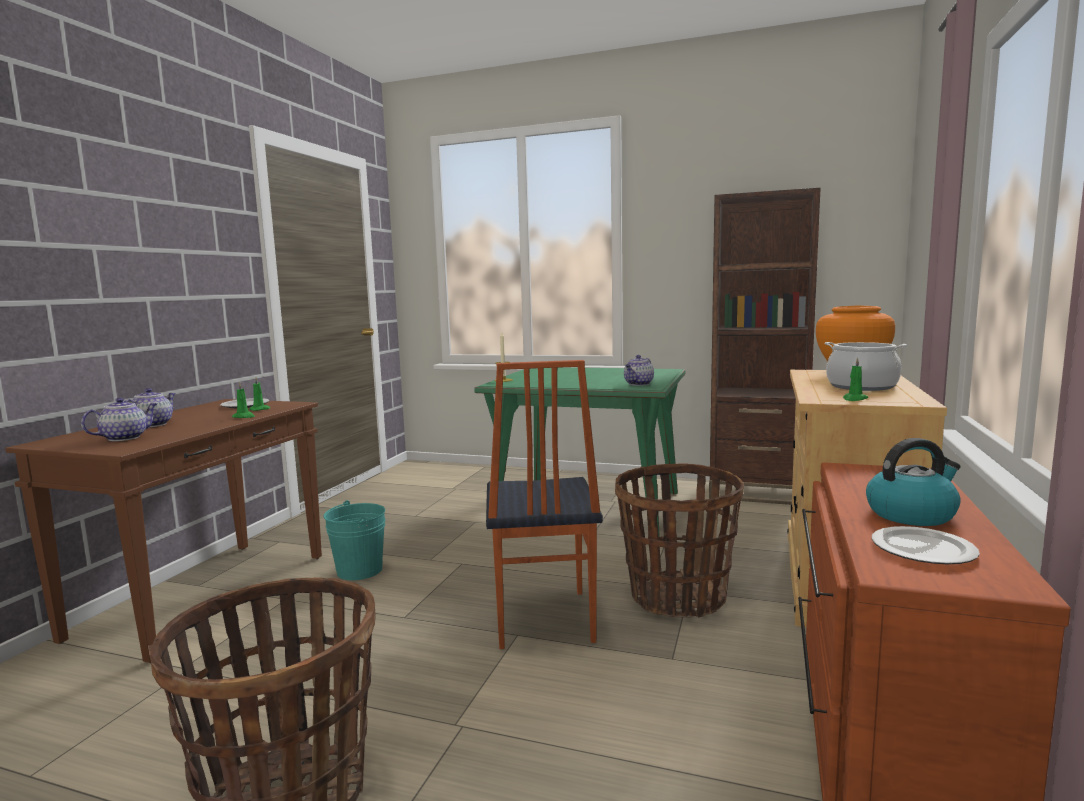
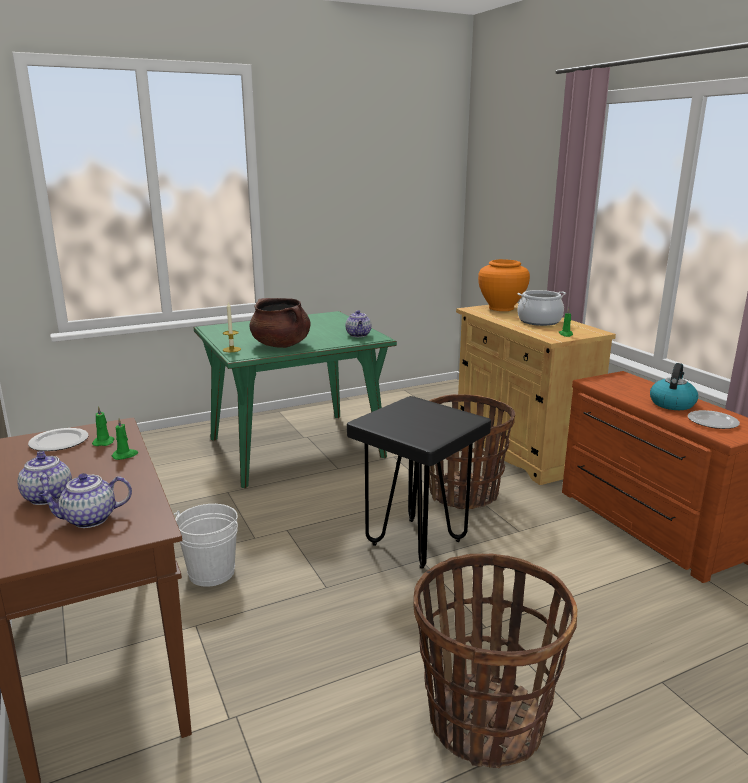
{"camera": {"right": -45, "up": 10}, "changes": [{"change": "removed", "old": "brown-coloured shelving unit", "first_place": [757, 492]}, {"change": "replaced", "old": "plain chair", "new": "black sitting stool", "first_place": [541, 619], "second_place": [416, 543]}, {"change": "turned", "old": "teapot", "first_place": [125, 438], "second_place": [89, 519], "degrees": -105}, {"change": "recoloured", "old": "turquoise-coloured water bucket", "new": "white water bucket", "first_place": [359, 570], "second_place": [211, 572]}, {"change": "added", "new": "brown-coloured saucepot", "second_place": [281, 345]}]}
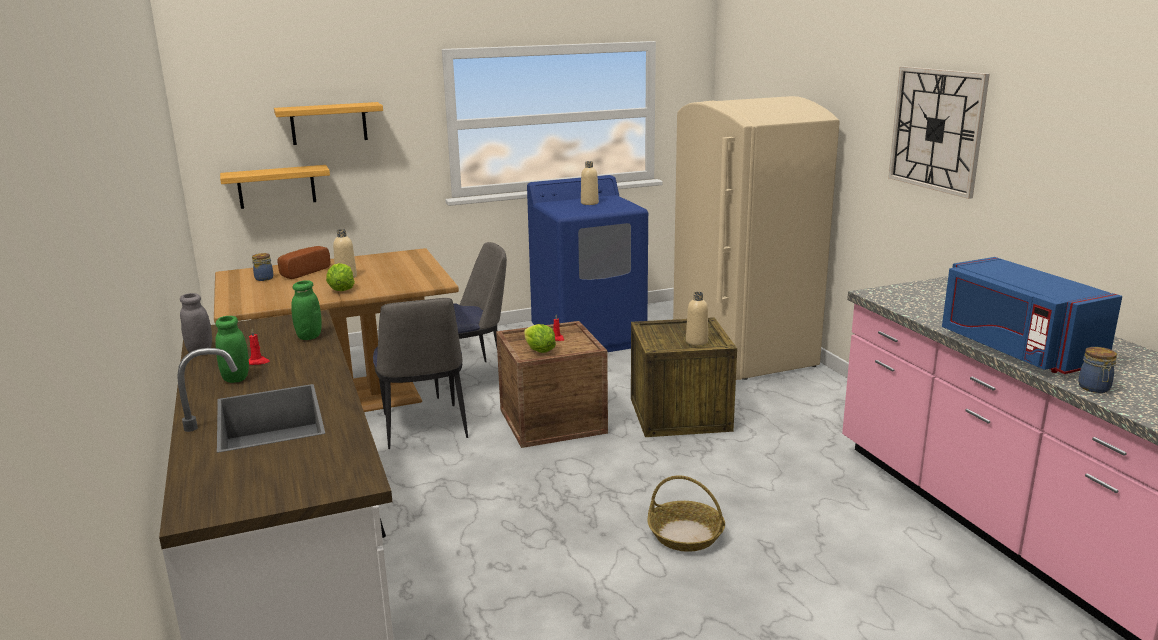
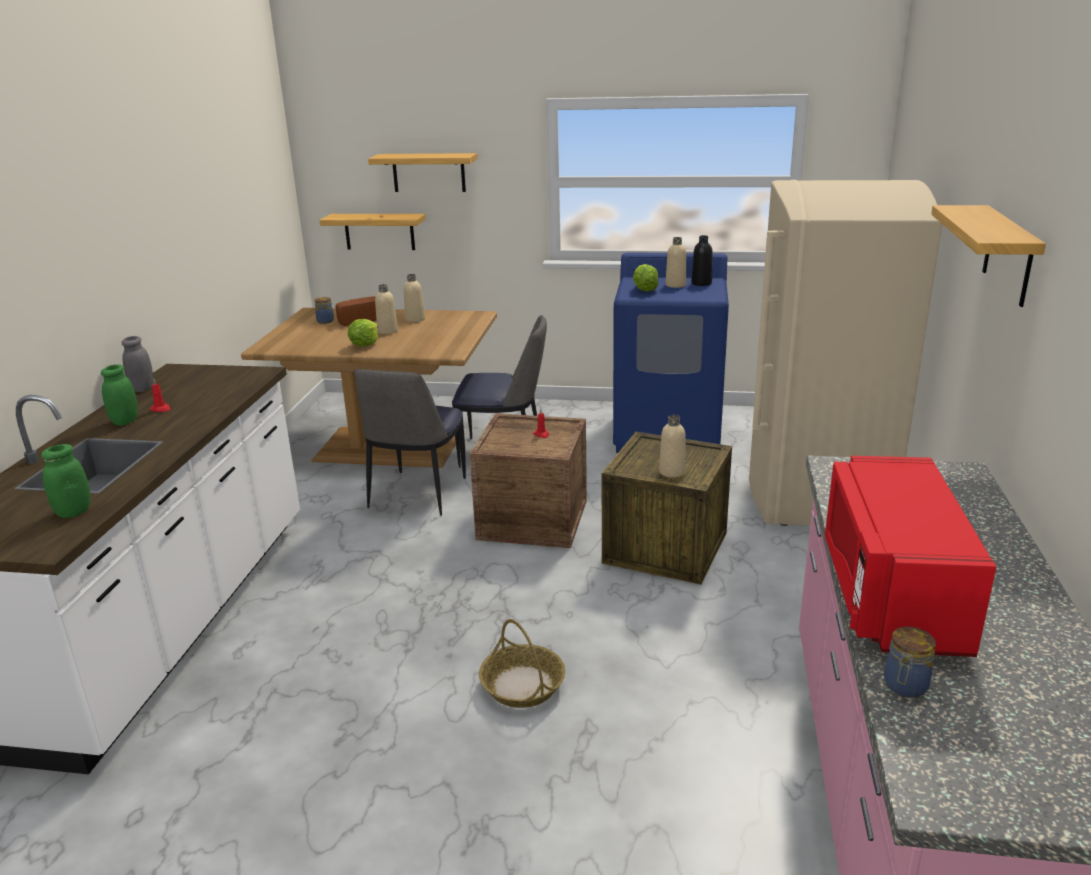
{"camera": {"right": 30, "up": 5}, "changes": [{"change": "replaced", "old": "hanging clock", "new": "bracket shelf", "first_place": [937, 130], "second_place": [1008, 255]}, {"change": "recoloured", "old": "blue kitchen microwave", "new": "red-coloured kitchen microwave", "first_place": [1016, 349], "second_place": [891, 594]}, {"change": "moved", "old": "green-coloured jar", "first_place": [309, 336], "second_place": [73, 512]}, {"change": "moved", "old": "head of lettuce", "first_place": [539, 351], "second_place": [644, 290]}, {"change": "added", "new": "black drink bottle", "second_place": [701, 283]}, {"change": "added", "new": "beige drink bottle", "second_place": [415, 319]}]}
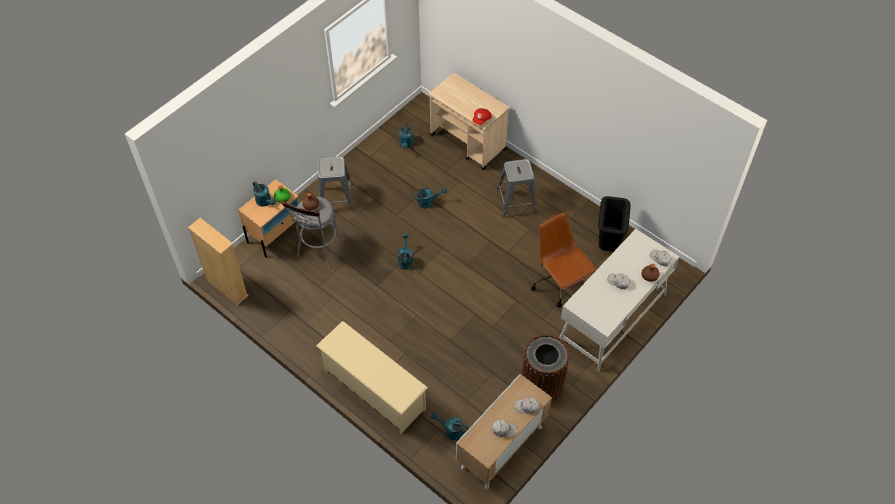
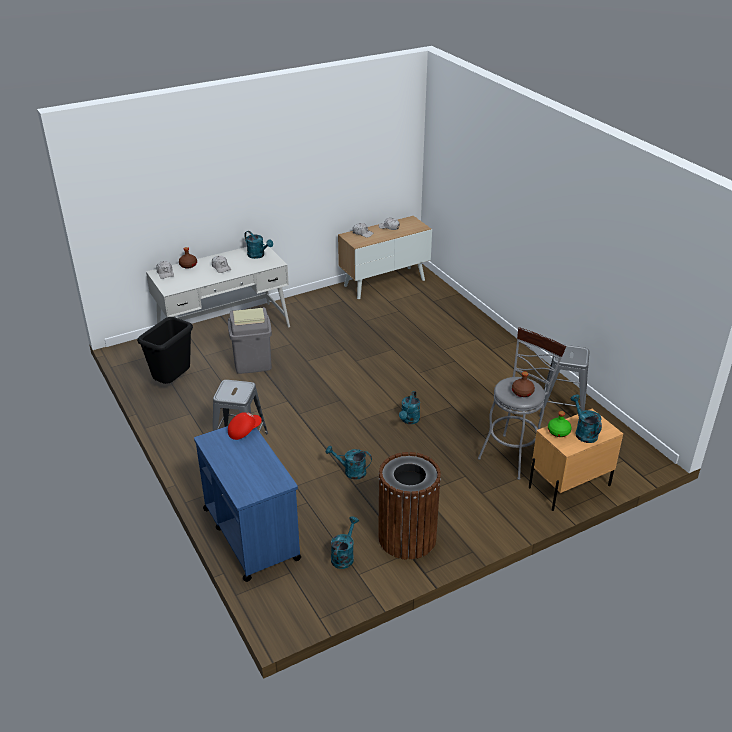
{"camera": {"right": -160, "up": -20}, "changes": [{"change": "recoloured", "old": "beige wheeled cart", "new": "blue wheeled cart", "first_place": [468, 142], "second_place": [250, 533]}, {"change": "moved", "old": "grey sitting stool", "first_place": [336, 199], "second_place": [562, 407]}, {"change": "replaced", "old": "brown-coloured desk chair", "new": "grey trash can", "first_place": [559, 284], "second_place": [252, 363]}, {"change": "removed", "old": "beige shelving unit", "first_place": [227, 287]}, {"change": "removed", "old": "beige shoe stand", "first_place": [374, 390]}, {"change": "moved", "old": "brown-coloured trash can", "first_place": [541, 385], "second_place": [407, 538]}, {"change": "moved", "old": "turquoise-coloured watering can", "first_place": [451, 431], "second_place": [258, 255]}]}
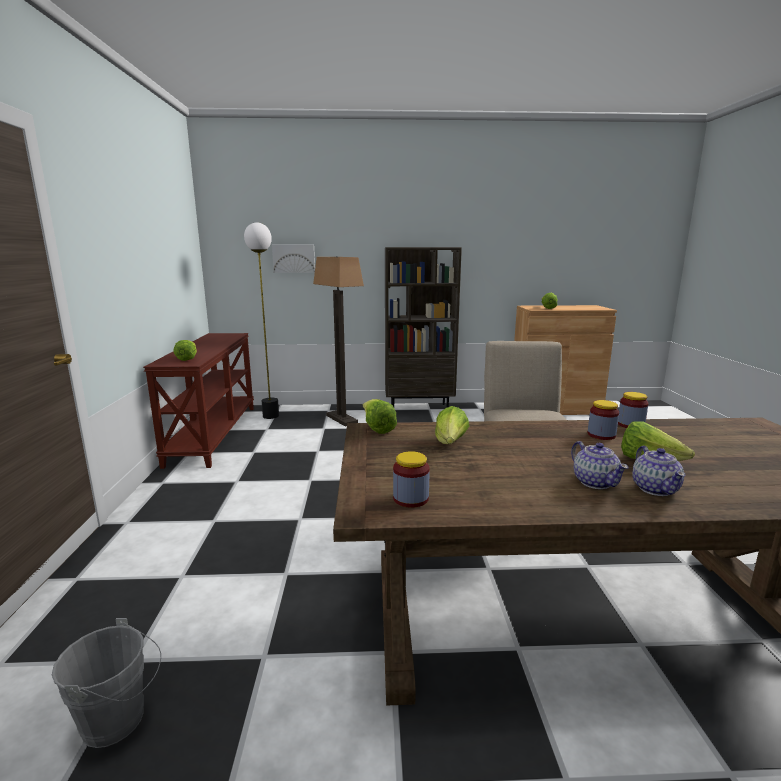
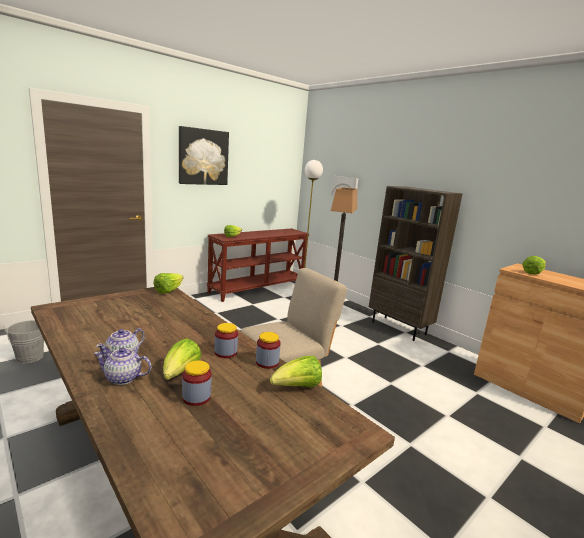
{"camera": {"right": 50, "up": 0}, "changes": [{"change": "moved", "old": "head of lettuce", "first_place": [450, 444], "second_place": [297, 387]}, {"change": "turned", "old": "teapot", "first_place": [655, 488], "second_place": [123, 378], "degrees": 45}, {"change": "moved", "old": "jar", "first_place": [410, 499], "second_place": [196, 397]}, {"change": "added", "new": "wall art", "second_place": [203, 157]}]}
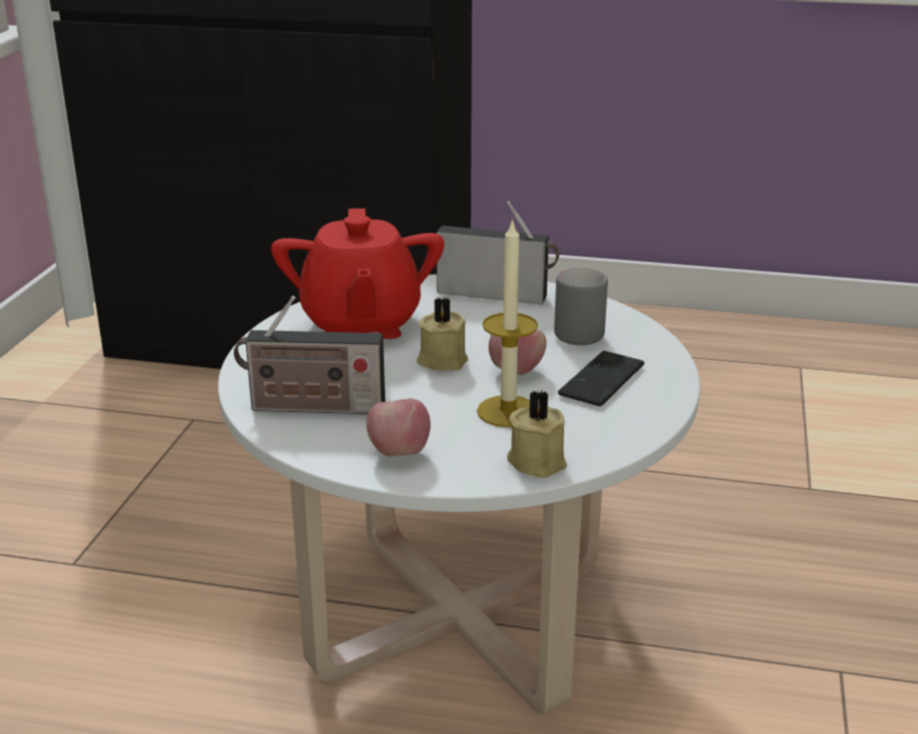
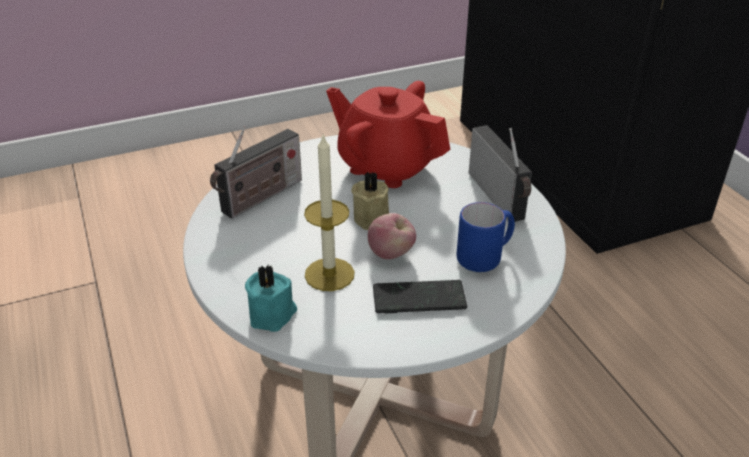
{"camera": {"right": 55, "up": 10}, "changes": [{"change": "turned", "old": "red-coloured teapot", "first_place": [361, 324], "second_place": [386, 166], "degrees": 75}, {"change": "recoloured", "old": "grey tea mug", "new": "blue tea mug", "first_place": [579, 332], "second_place": [485, 257]}, {"change": "turned", "old": "radio receiver", "first_place": [311, 408], "second_place": [259, 198], "degrees": -105}, {"change": "recoloured", "old": "beige candle", "new": "turquoise-coloured candle", "first_place": [537, 461], "second_place": [273, 315]}, {"change": "removed", "old": "apple", "first_place": [399, 452]}]}
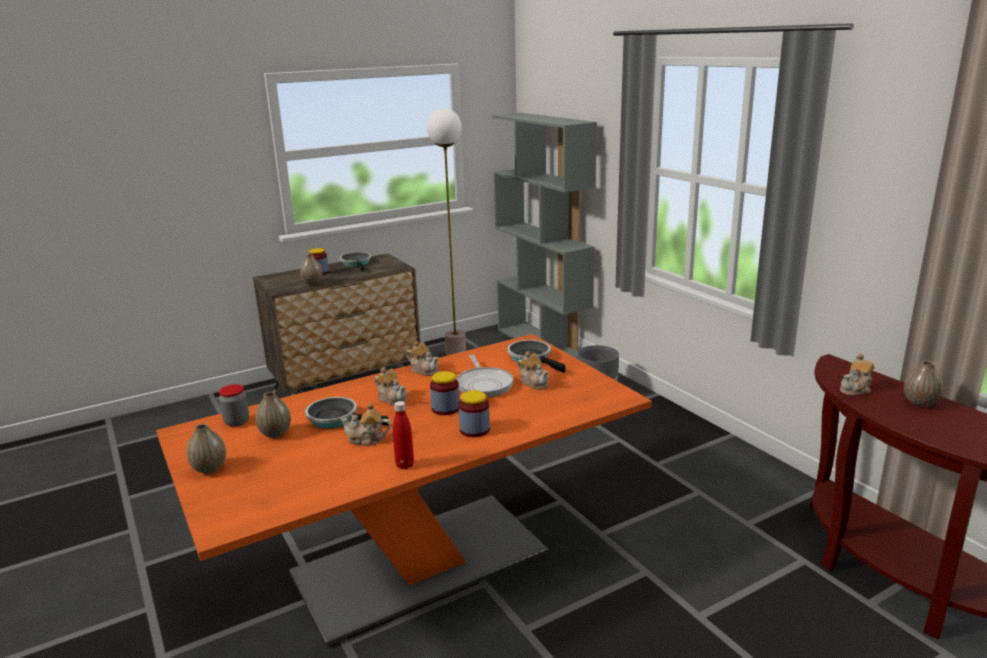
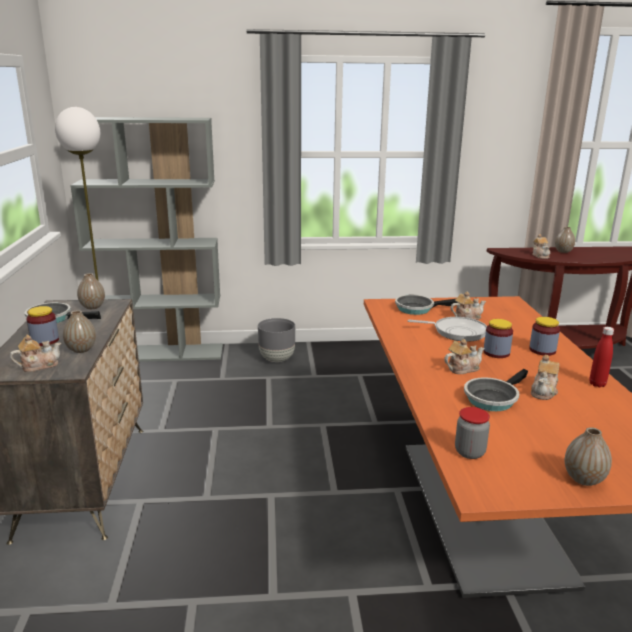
{"camera": {"right": -65, "up": 0}, "changes": [{"change": "moved", "old": "teapot", "first_place": [424, 370], "second_place": [39, 366]}, {"change": "moved", "old": "flower vase", "first_place": [275, 434], "second_place": [92, 307]}]}
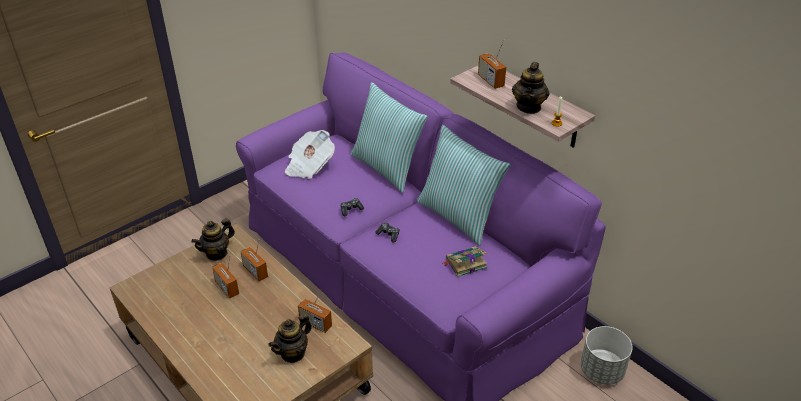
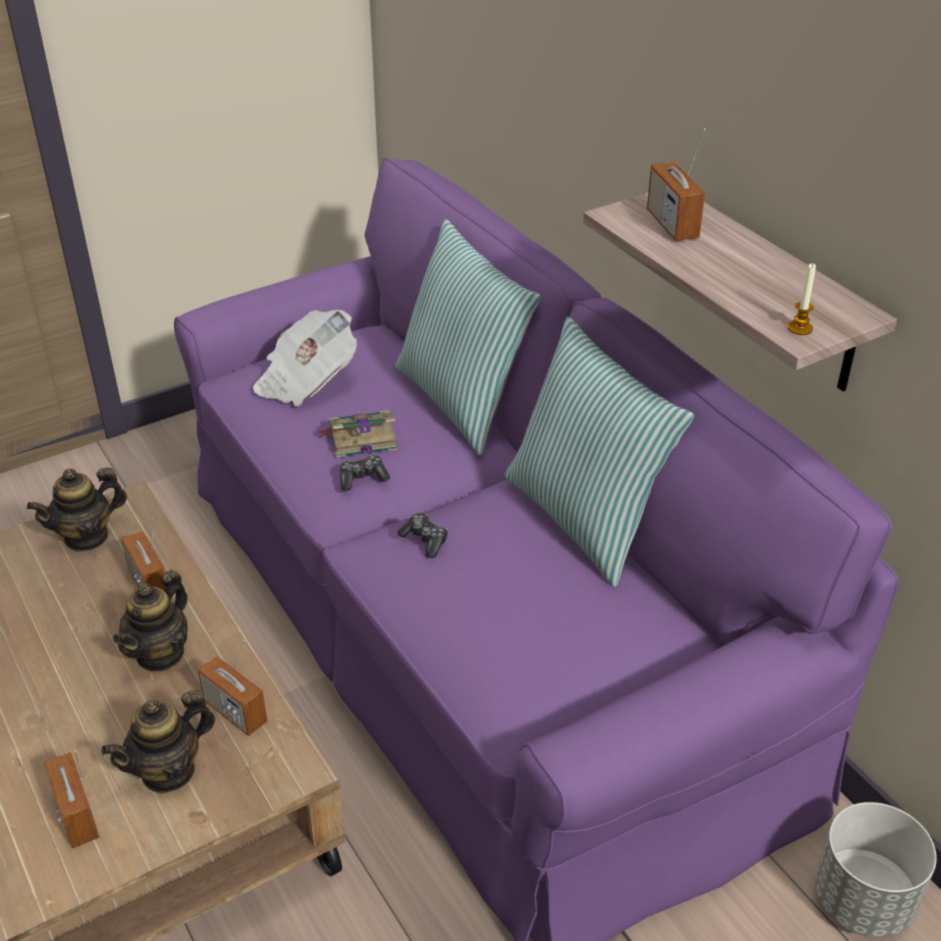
{"camera": {"right": 10, "up": 0}, "changes": [{"change": "moved", "old": "teapot", "first_place": [529, 107], "second_place": [160, 653]}, {"change": "moved", "old": "bound book", "first_place": [465, 264], "second_place": [361, 438]}, {"change": "moved", "old": "radio receiver", "first_place": [227, 288], "second_place": [76, 816]}]}
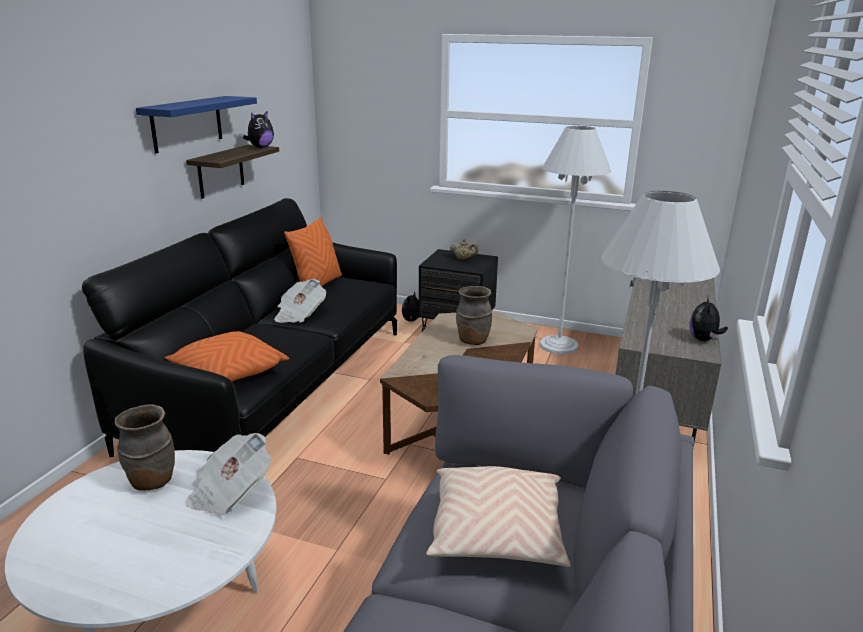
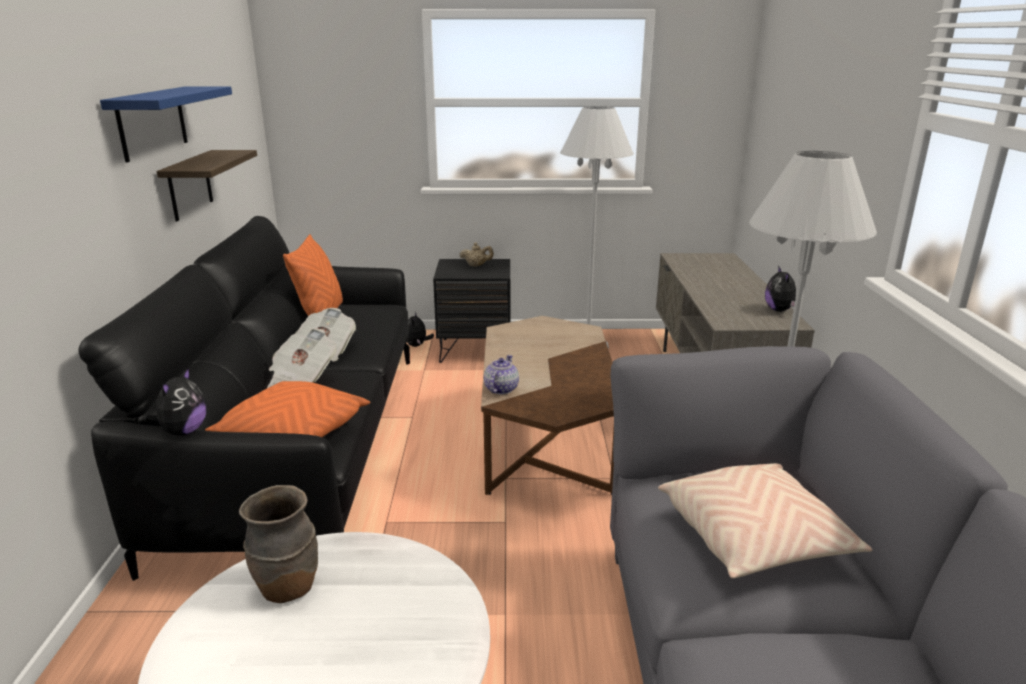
{"camera": {"right": -20, "up": 0}, "changes": [{"change": "moved", "old": "soft toy", "first_place": [260, 147], "second_place": [183, 431]}, {"change": "removed", "old": "brown-coloured flower vase", "first_place": [472, 341]}, {"change": "moved", "old": "newspaper", "first_place": [230, 492], "second_place": [301, 379]}, {"change": "added", "new": "teapot", "second_place": [500, 389]}]}
